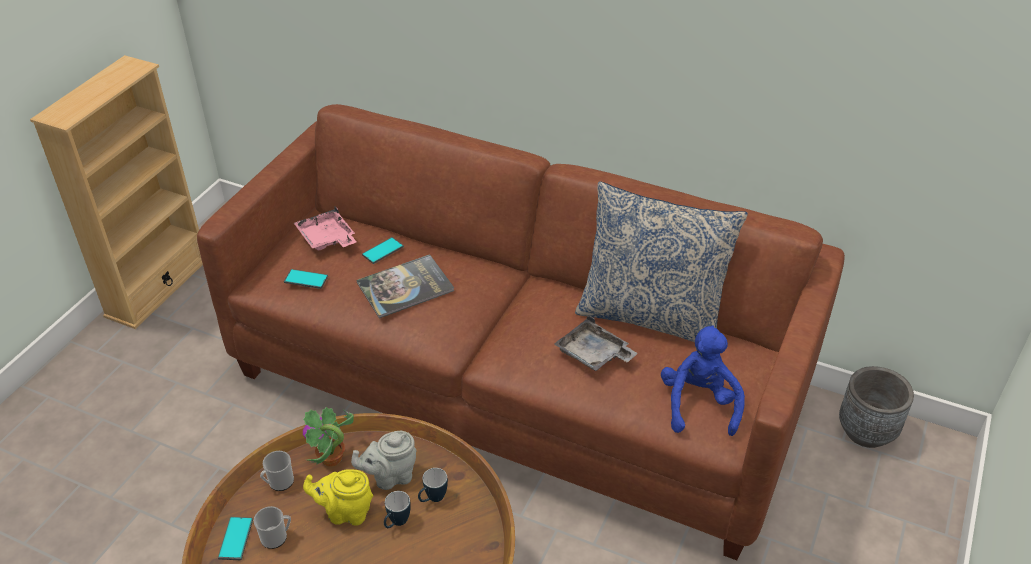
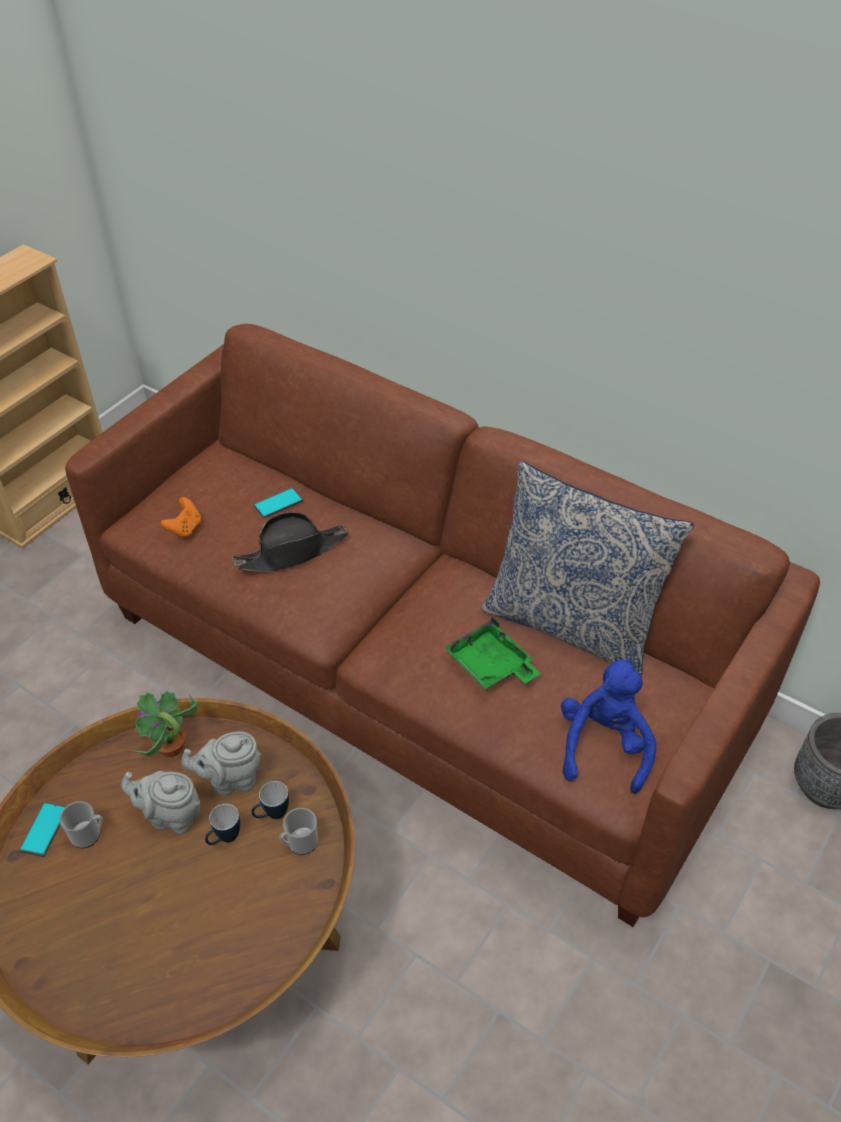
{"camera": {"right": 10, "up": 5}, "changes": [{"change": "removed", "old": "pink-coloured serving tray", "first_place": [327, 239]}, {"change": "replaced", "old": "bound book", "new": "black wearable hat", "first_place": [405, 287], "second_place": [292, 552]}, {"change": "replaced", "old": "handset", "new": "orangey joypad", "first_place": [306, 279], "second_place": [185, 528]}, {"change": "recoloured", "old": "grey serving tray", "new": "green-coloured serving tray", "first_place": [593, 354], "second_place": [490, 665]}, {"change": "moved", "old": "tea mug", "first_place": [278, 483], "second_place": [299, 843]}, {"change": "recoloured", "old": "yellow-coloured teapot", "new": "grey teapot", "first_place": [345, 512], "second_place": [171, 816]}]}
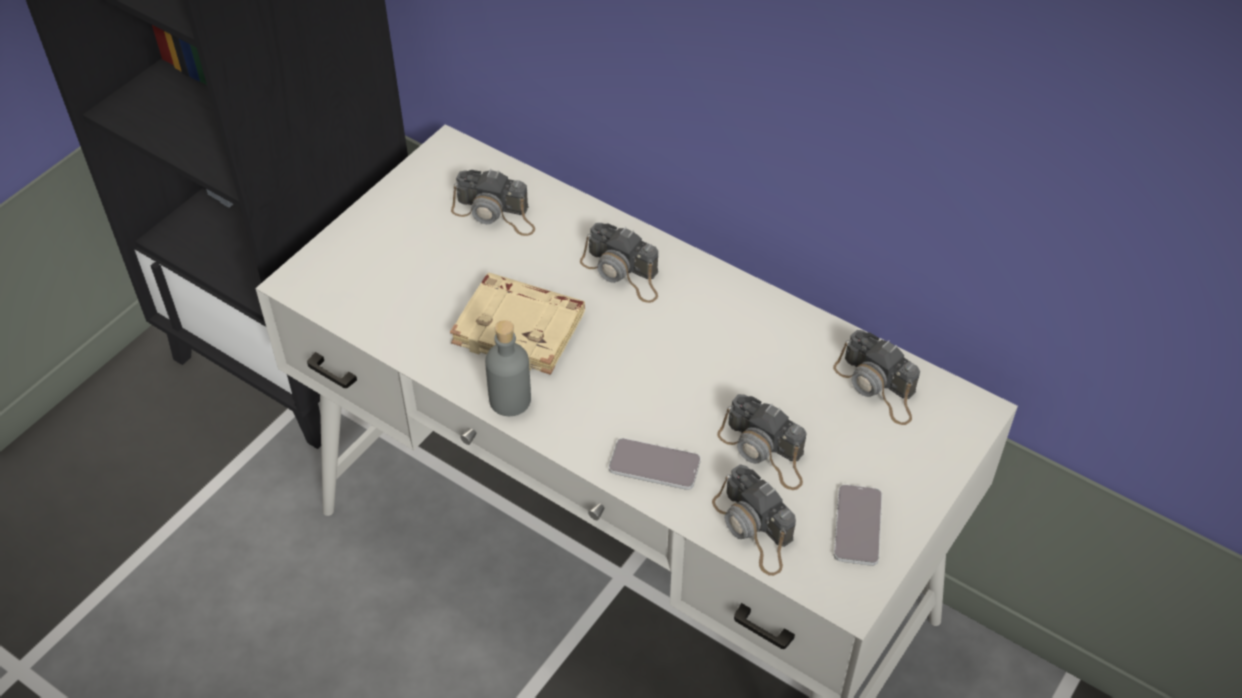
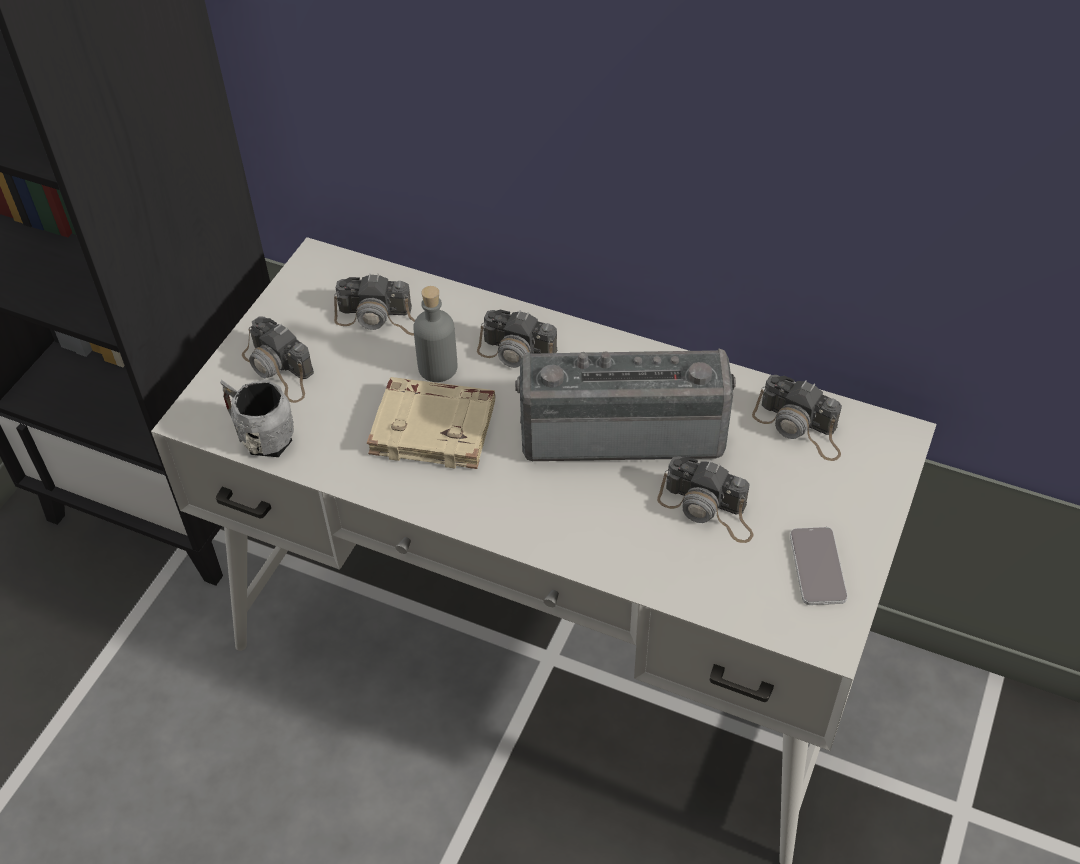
{"camera": {"right": -10, "up": 0}, "changes": [{"change": "moved", "old": "grey drink bottle", "first_place": [510, 400], "second_place": [438, 368]}, {"change": "removed", "old": "handset", "first_place": [654, 465]}, {"change": "moved", "old": "photo camera", "first_place": [754, 528], "second_place": [279, 369]}, {"change": "added", "new": "radio receiver", "second_place": [622, 429]}, {"change": "added", "new": "grey tea mug", "second_place": [261, 437]}]}
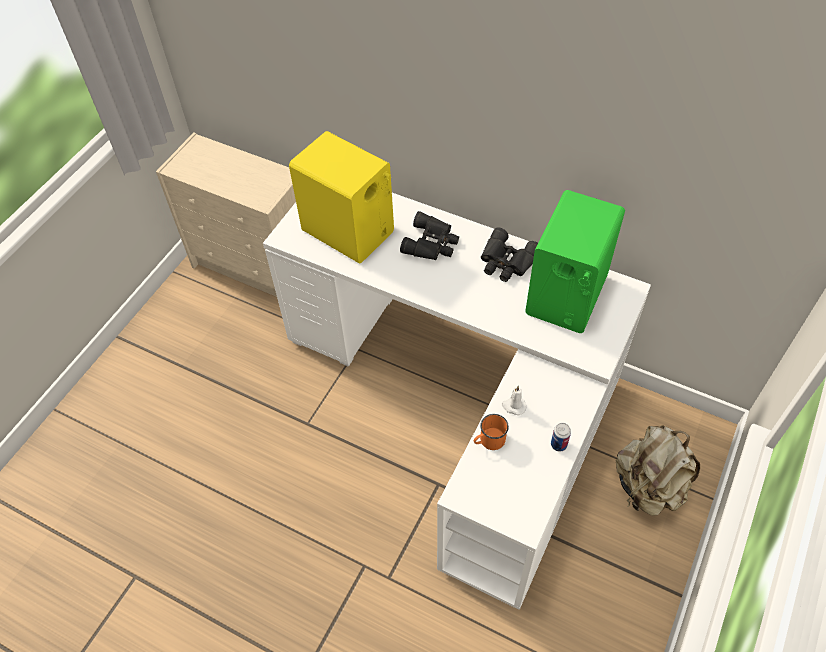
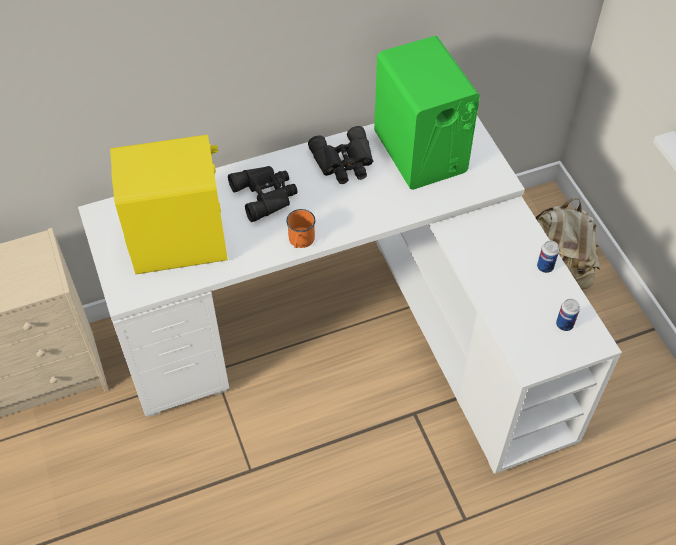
{"camera": {"right": -50, "up": 0}, "changes": [{"change": "removed", "old": "white candle", "first_place": [513, 406]}, {"change": "moved", "old": "orangey tea mug", "first_place": [489, 441], "second_place": [300, 241]}, {"change": "added", "new": "sealed can", "second_place": [564, 324]}]}
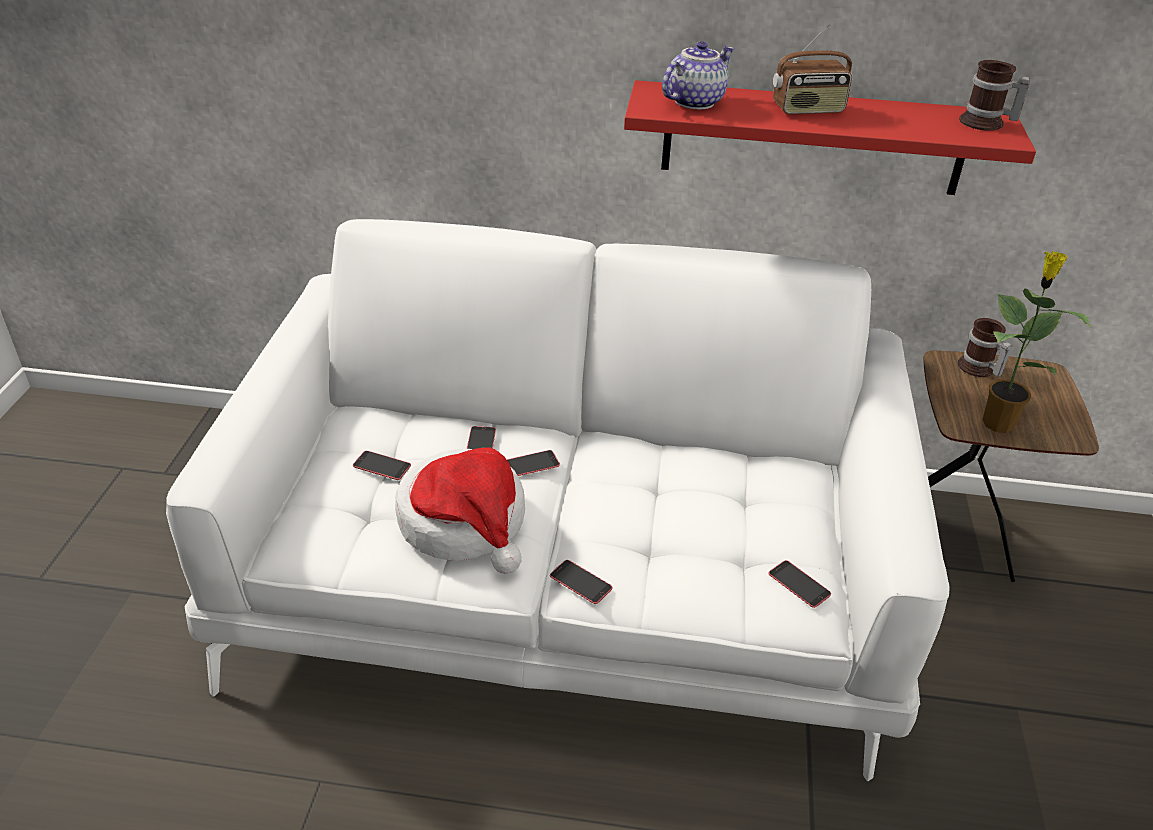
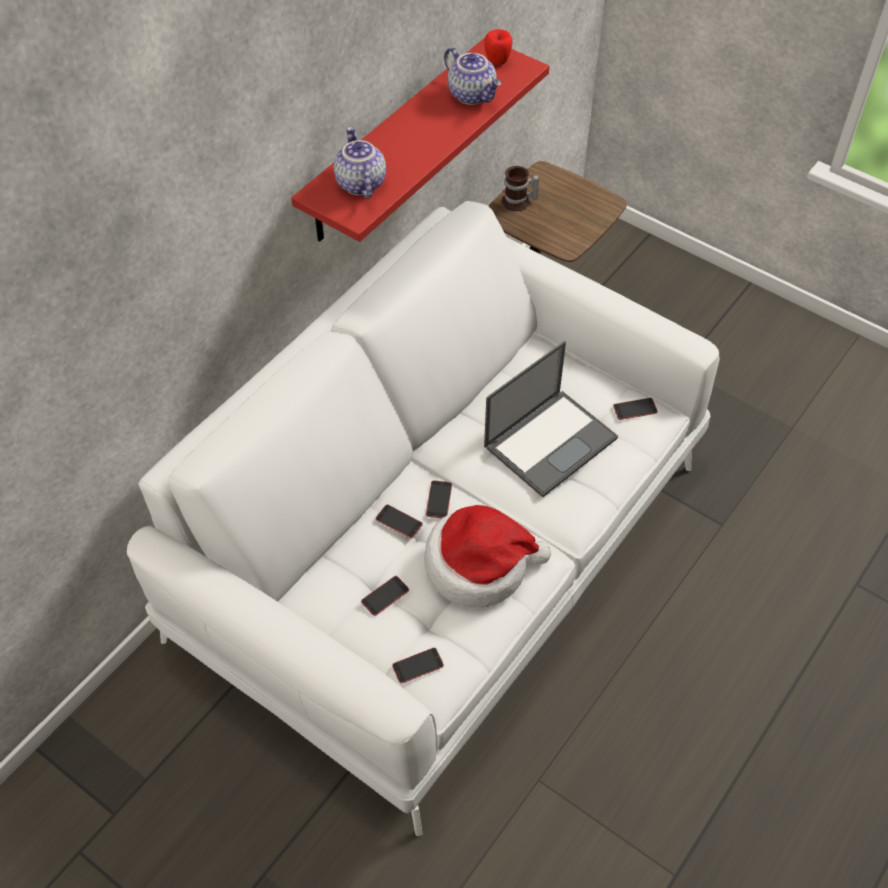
{"camera": {"right": -60, "up": 15}, "changes": [{"change": "removed", "old": "radio receiver", "first_place": [808, 110]}, {"change": "replaced", "old": "tea mug", "new": "apple", "first_place": [985, 123], "second_place": [497, 62]}, {"change": "removed", "old": "potted plant", "first_place": [997, 422]}, {"change": "moved", "old": "handset", "first_place": [580, 582], "second_place": [417, 665]}, {"change": "added", "new": "teapot", "second_place": [473, 94]}, {"change": "added", "new": "notebook computer", "second_place": [551, 441]}]}
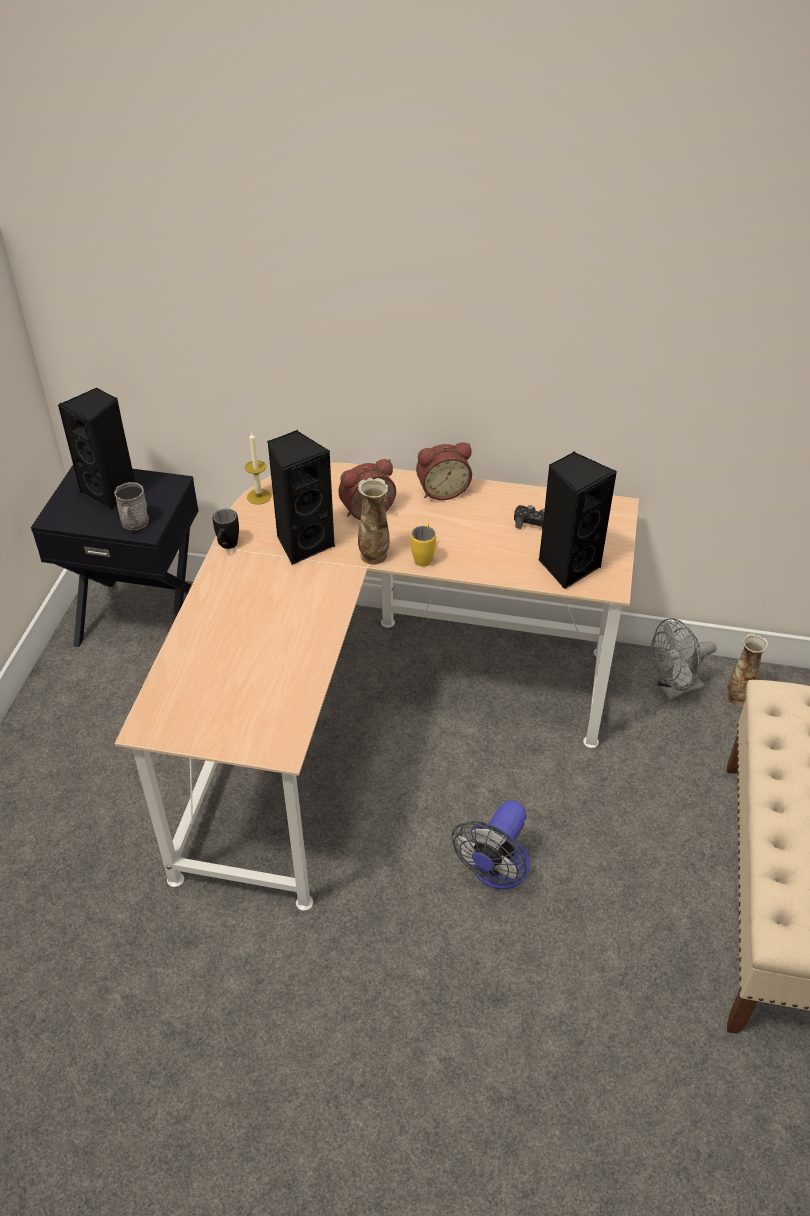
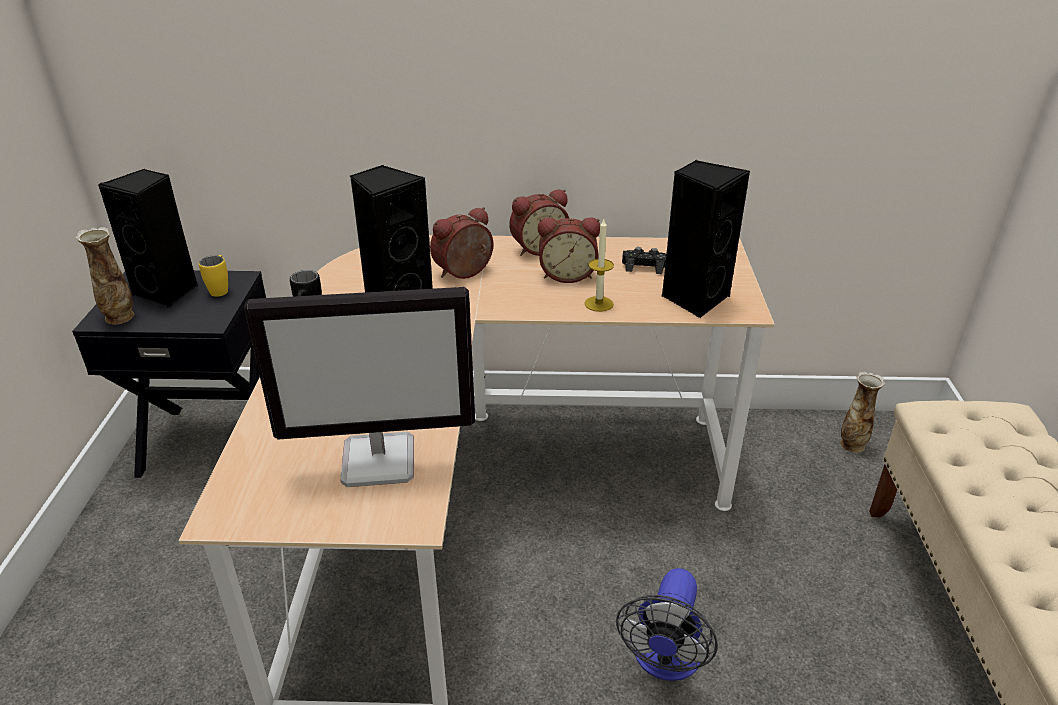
{"camera": {"right": -10, "up": -10}, "changes": [{"change": "moved", "old": "candle", "first_place": [259, 496], "second_place": [599, 304]}, {"change": "moved", "old": "flower vase", "first_place": [374, 556], "second_place": [120, 317]}, {"change": "removed", "old": "grey tea mug", "first_place": [134, 524]}, {"change": "moved", "old": "yellow-coloured tea mug", "first_place": [424, 556], "second_place": [221, 289]}, {"change": "removed", "old": "grey cooling fan", "first_place": [674, 690]}, {"change": "added", "new": "bedside clock", "second_place": [567, 274]}, {"change": "added", "new": "computer screen", "second_place": [380, 460]}]}
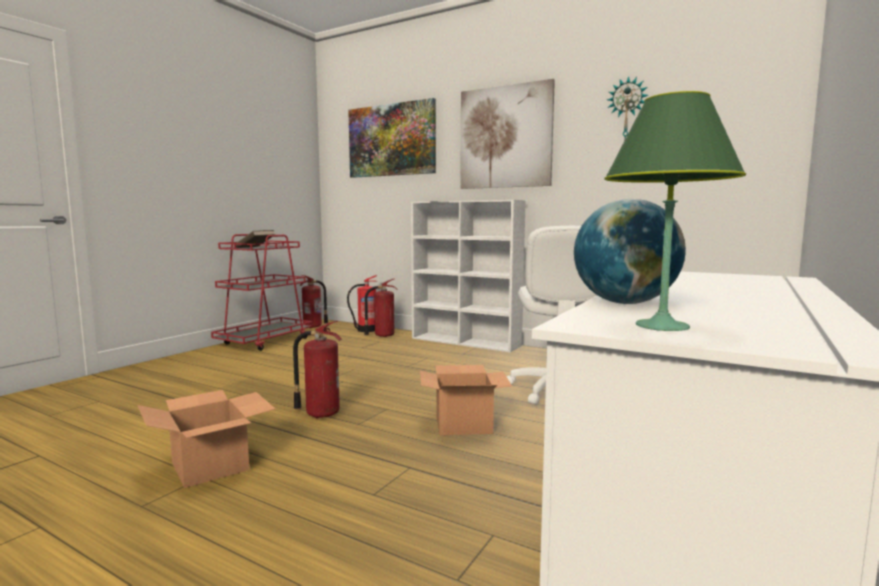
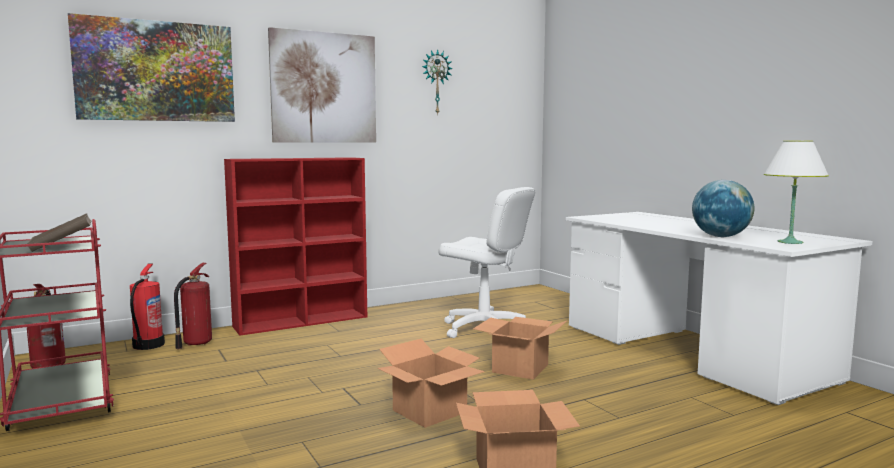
{"camera": {"right": -60, "up": 0}, "changes": [{"change": "recoloured", "old": "green-coloured table lamp", "new": "white table lamp", "first_place": [661, 326], "second_place": [790, 242]}, {"change": "recoloured", "old": "white shelving unit", "new": "red-coloured shelving unit", "first_place": [466, 342], "second_place": [302, 321]}, {"change": "replaced", "old": "extinguisher", "new": "carton", "first_place": [321, 413], "second_place": [430, 411]}]}
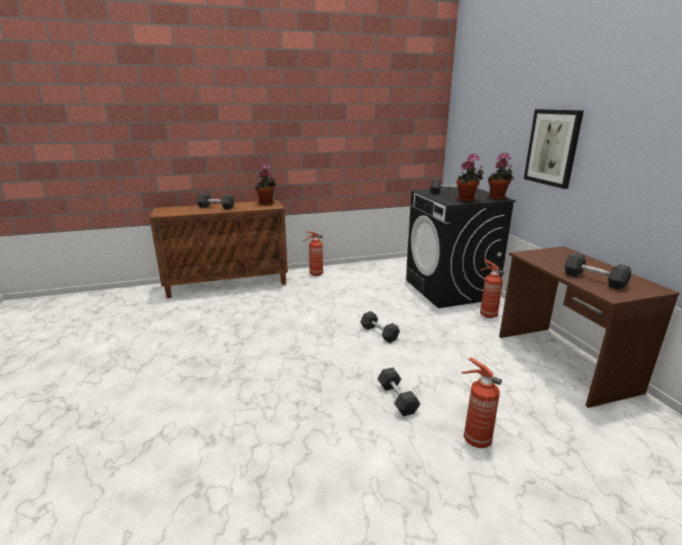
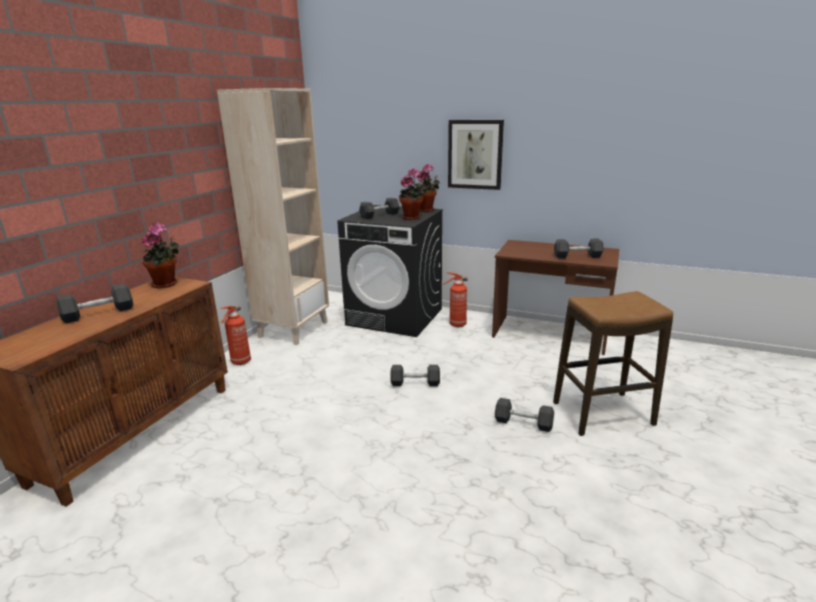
{"camera": {"right": -50, "up": 0}, "changes": [{"change": "replaced", "old": "extinguisher", "new": "sitting stool", "first_place": [475, 439], "second_place": [602, 413]}, {"change": "added", "new": "beige shelving unit", "second_place": [293, 329]}]}
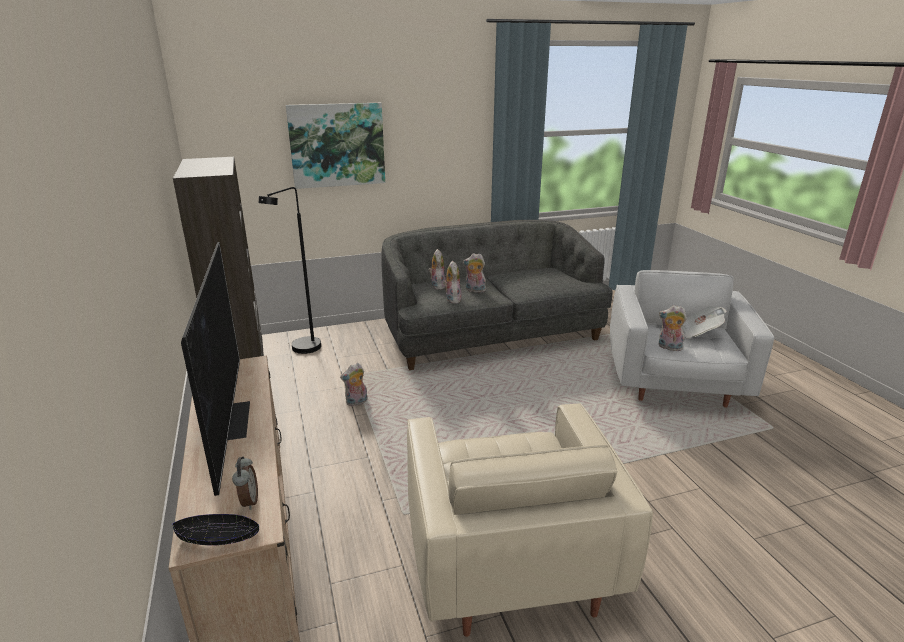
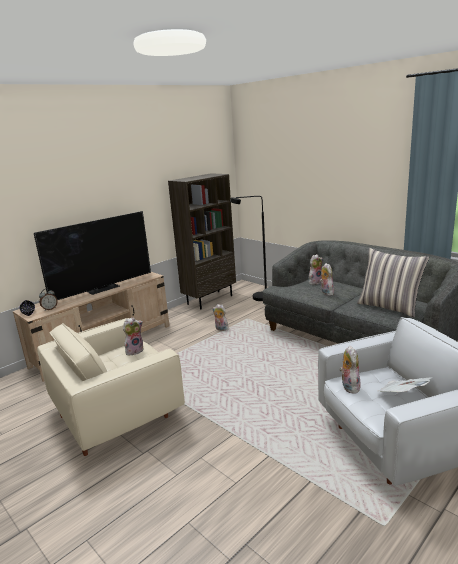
{"camera": {"right": 65, "up": -5}, "changes": [{"change": "removed", "old": "wall art", "first_place": [337, 145]}, {"change": "moved", "old": "soft toy", "first_place": [452, 299], "second_place": [135, 351]}, {"change": "added", "new": "throw pillow", "second_place": [389, 307]}]}
